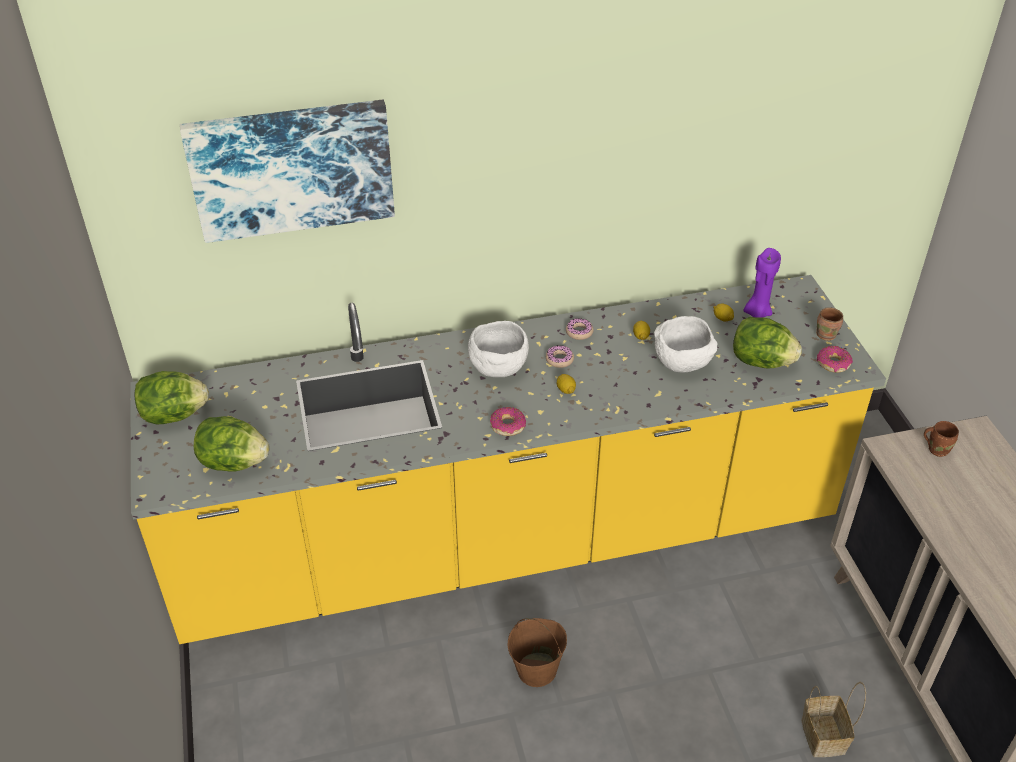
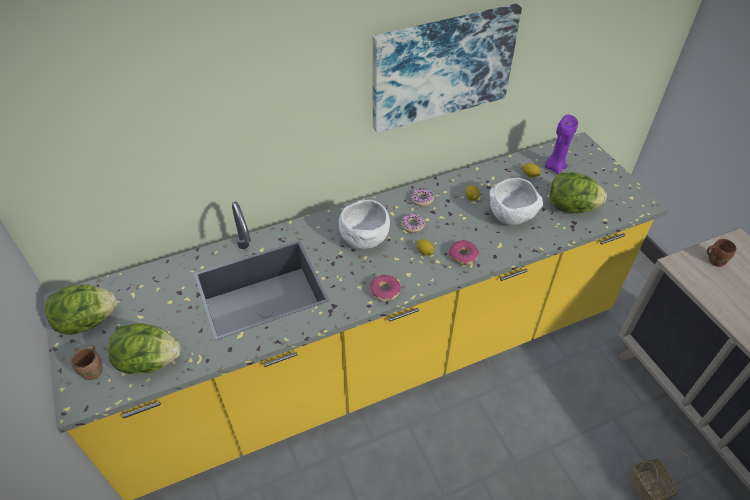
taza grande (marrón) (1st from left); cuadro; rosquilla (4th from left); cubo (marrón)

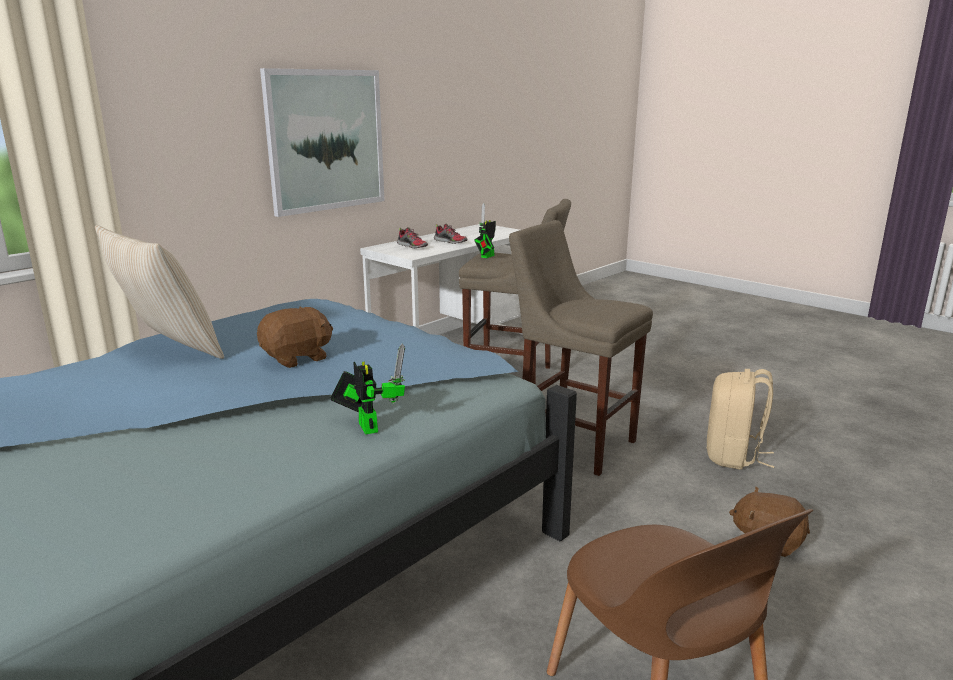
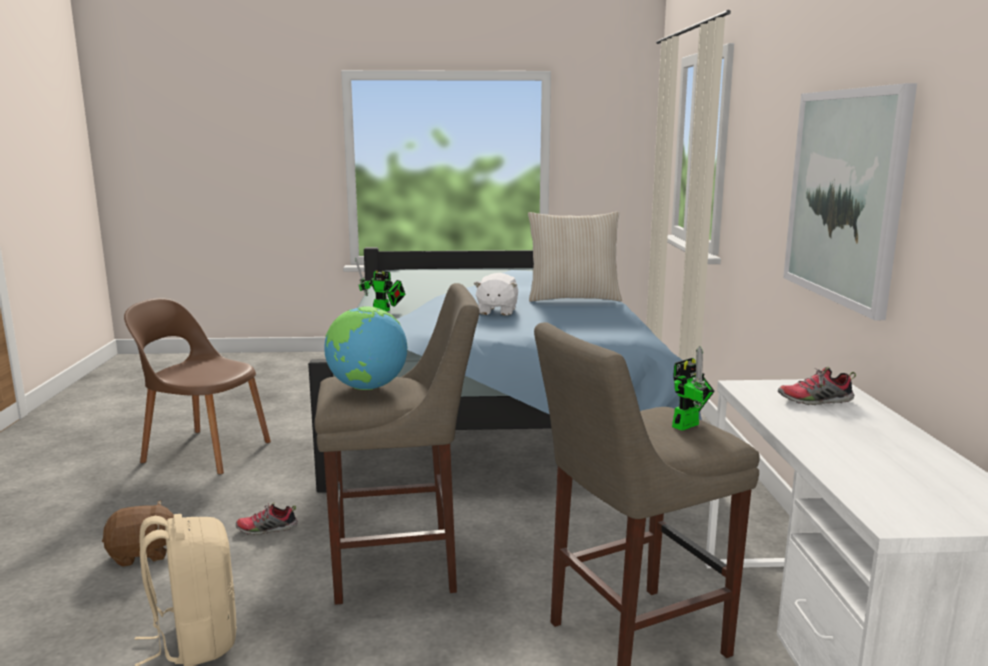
zapato (1st from left); globo terráqueo; peluche (blanco); robot de juguete (2nd from left)

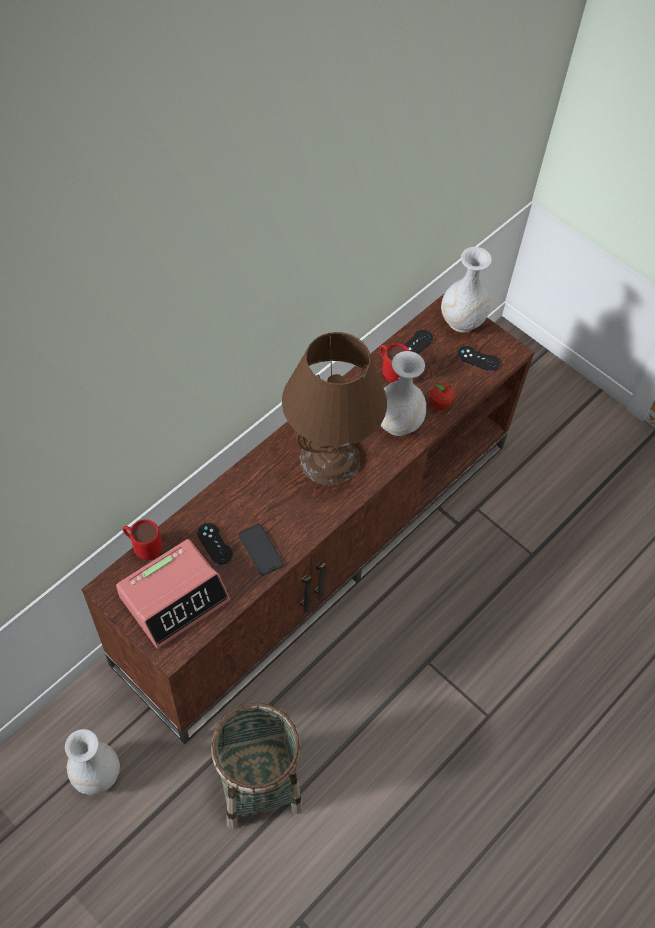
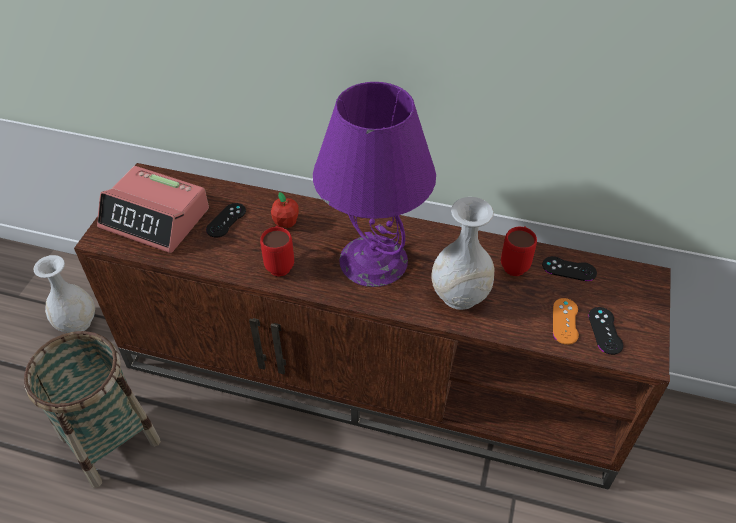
taza grande (rojo) (1st from left); manzana; lámpara de mesa (morado); mando de consola (naranja); móvil; florero (blanco) (3rd from left in the first image)

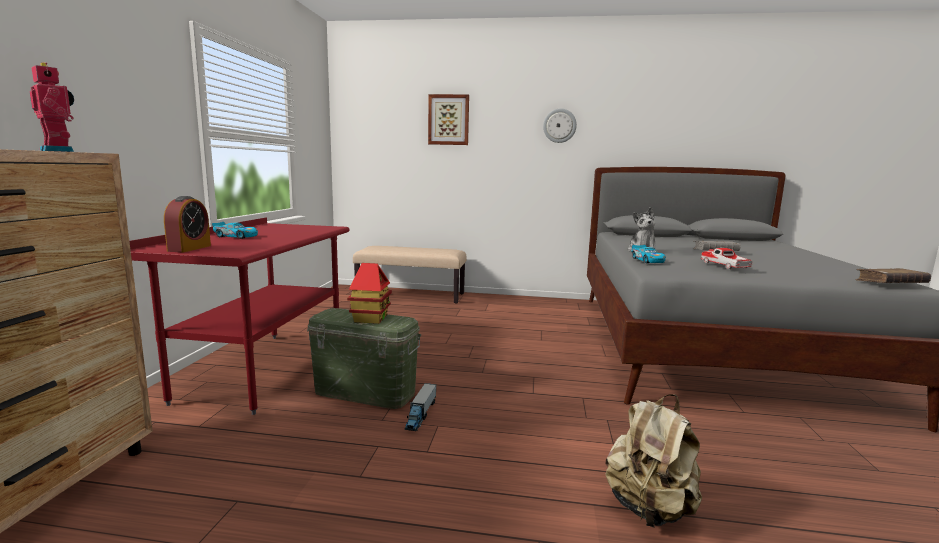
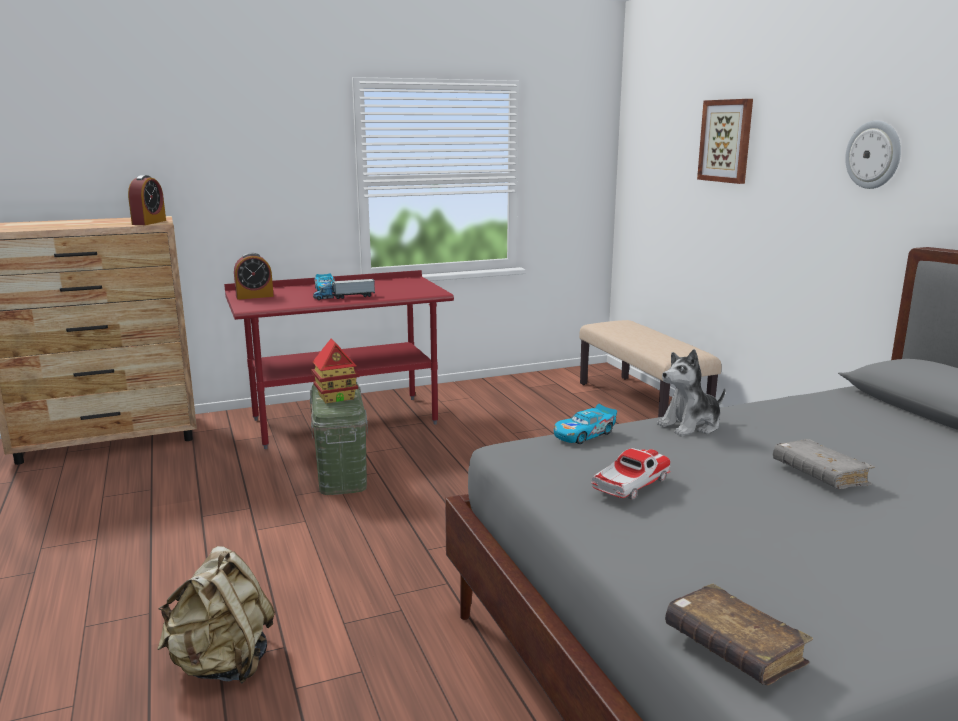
despertador (1st from left); camión de juguete

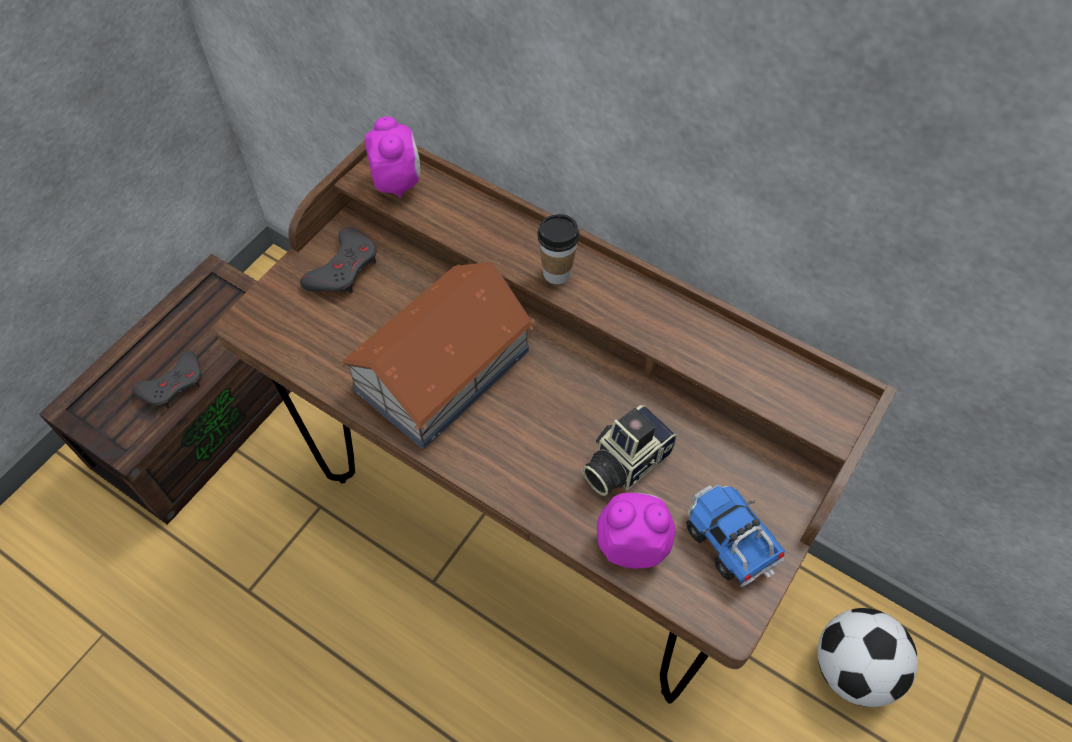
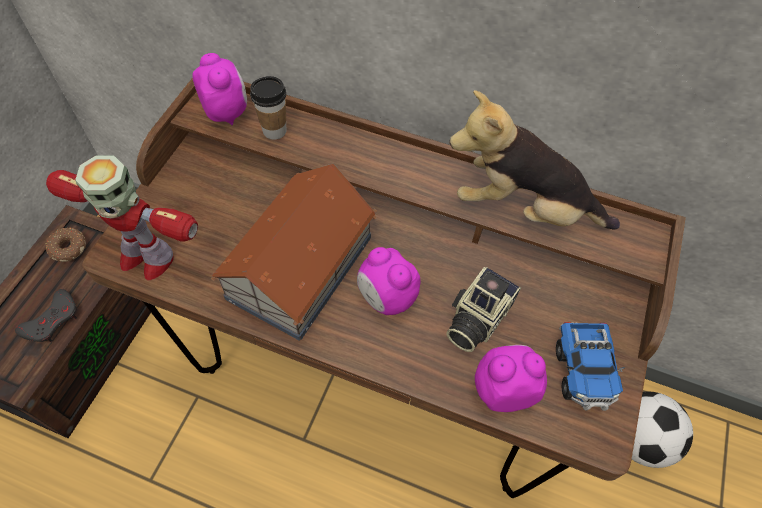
robot de juguete; rosquilla; taza; despertador (2nd from left); peluche; camión de juguete; mando de consola (gris) (2nd from left in the first image)

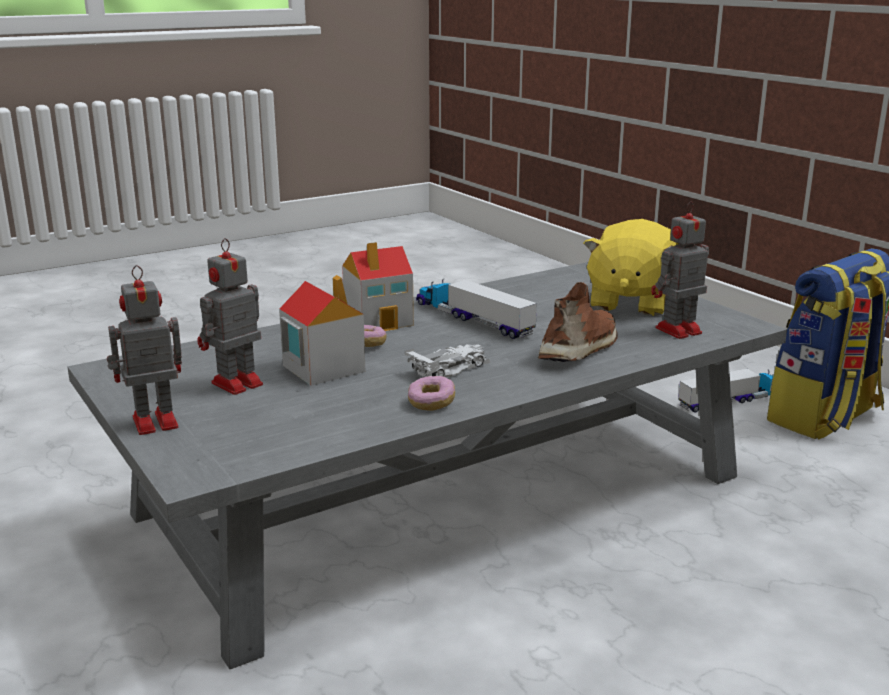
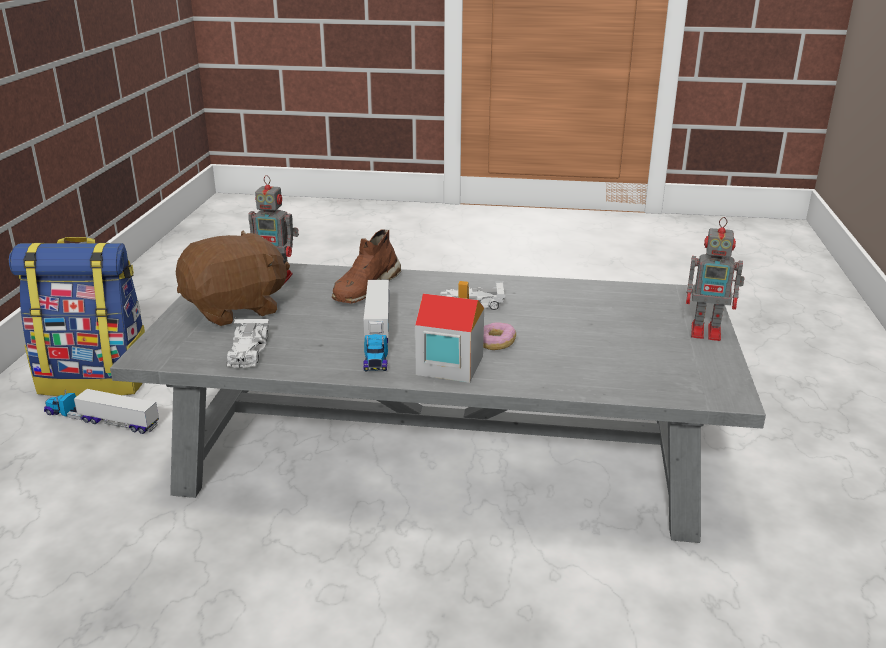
peluche (marrón); coche de juguete (blanco) (1st from left); zapato (marrón); robot de juguete (2nd from left in the first image); casita (1st from left in the first image); rosquilla (2nd from left in the first image)

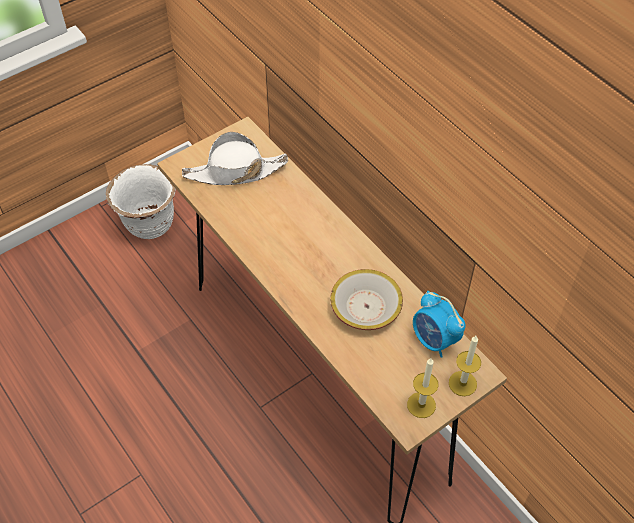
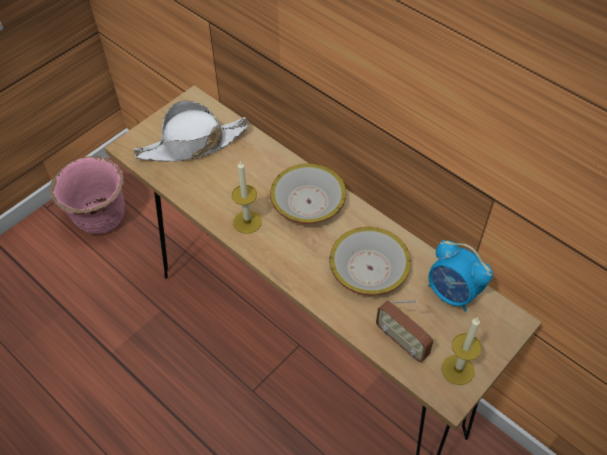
maceta (rosa); vela (1st from left); cuenco (1st from left); radio

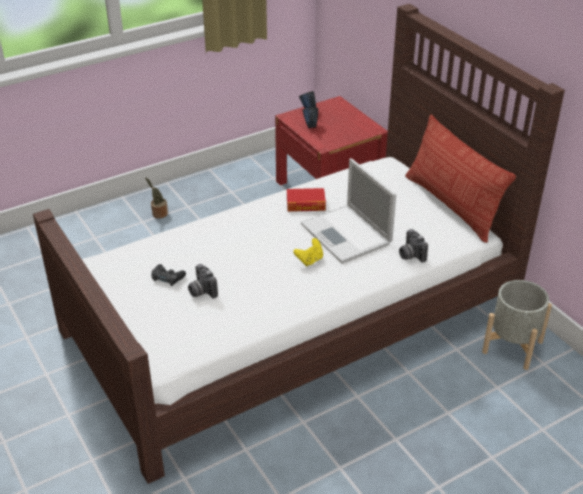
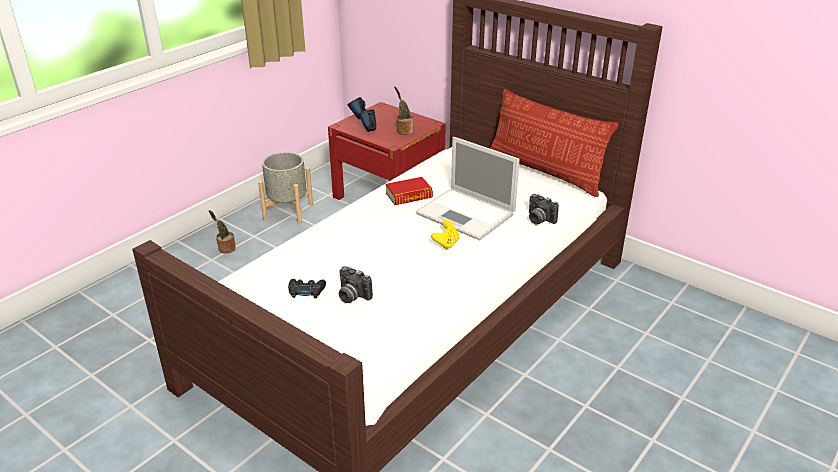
maceta (gris); planta en maceta (2nd from left)

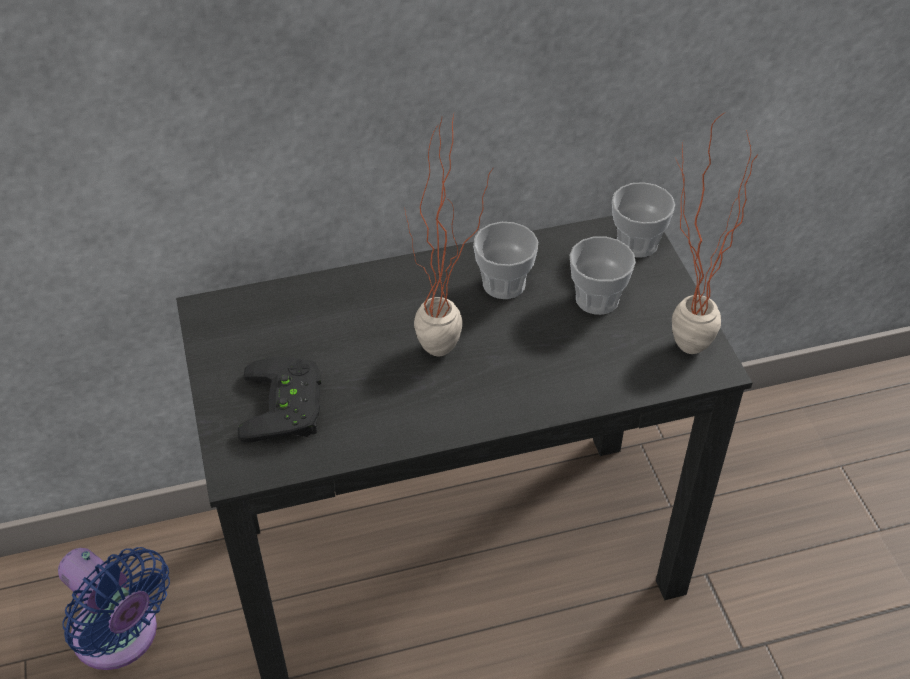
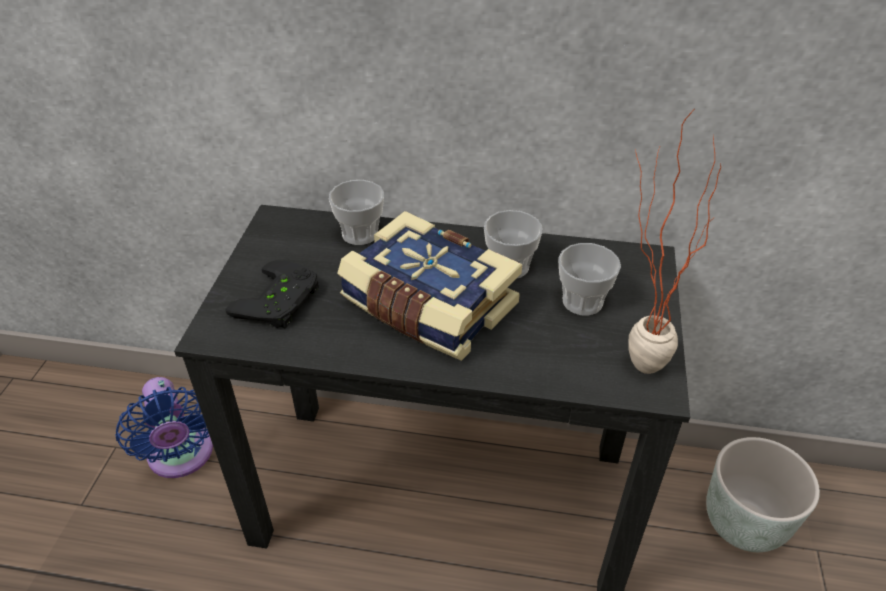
taza (1st from left); libro; maceta (gris)

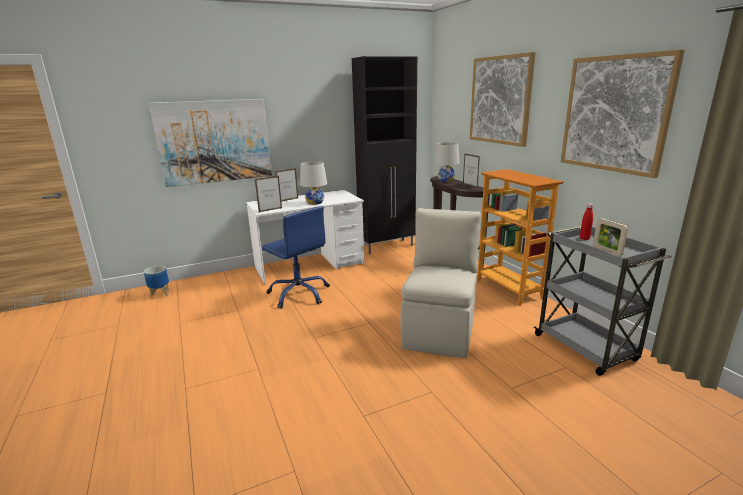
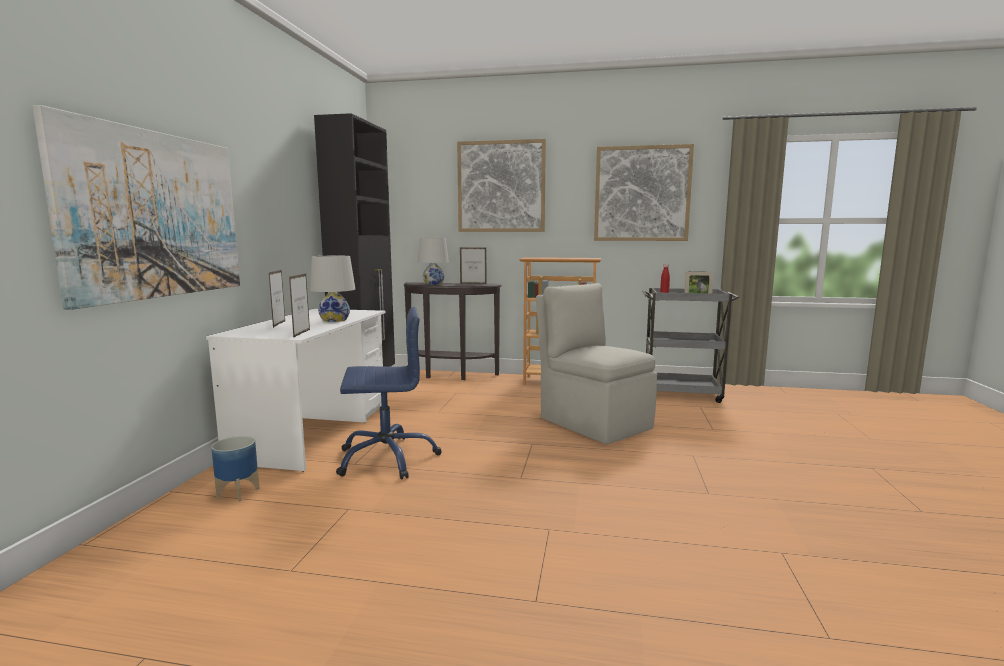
maceta

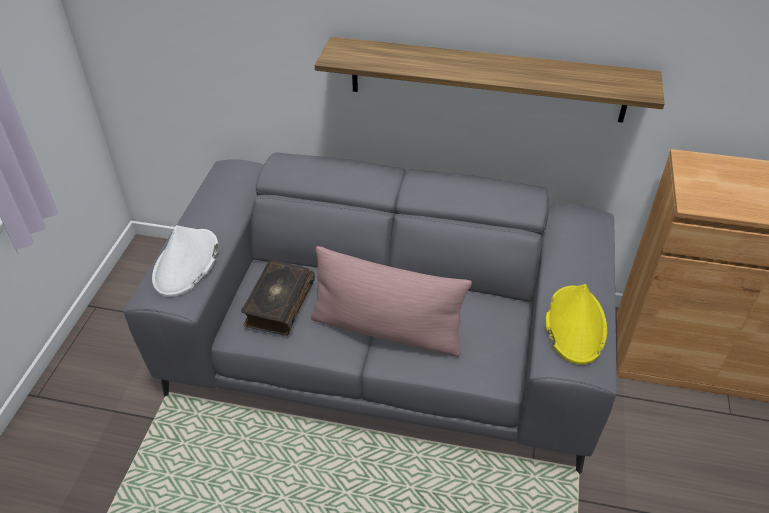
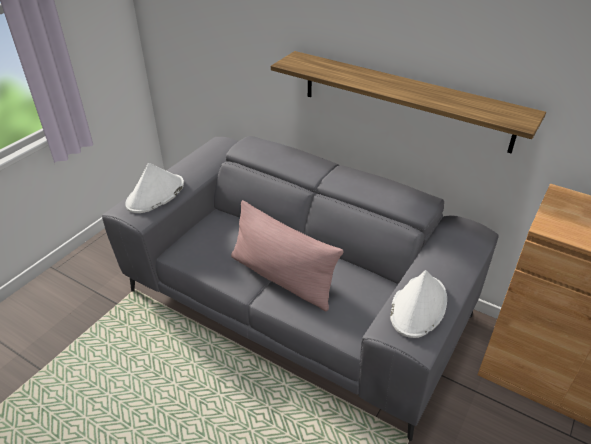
sombrero (blanco) (2nd from left); libro

